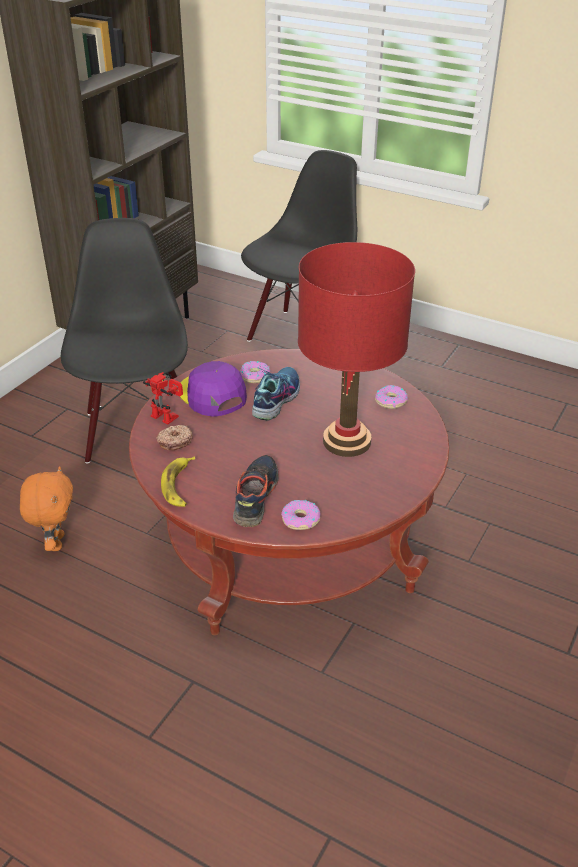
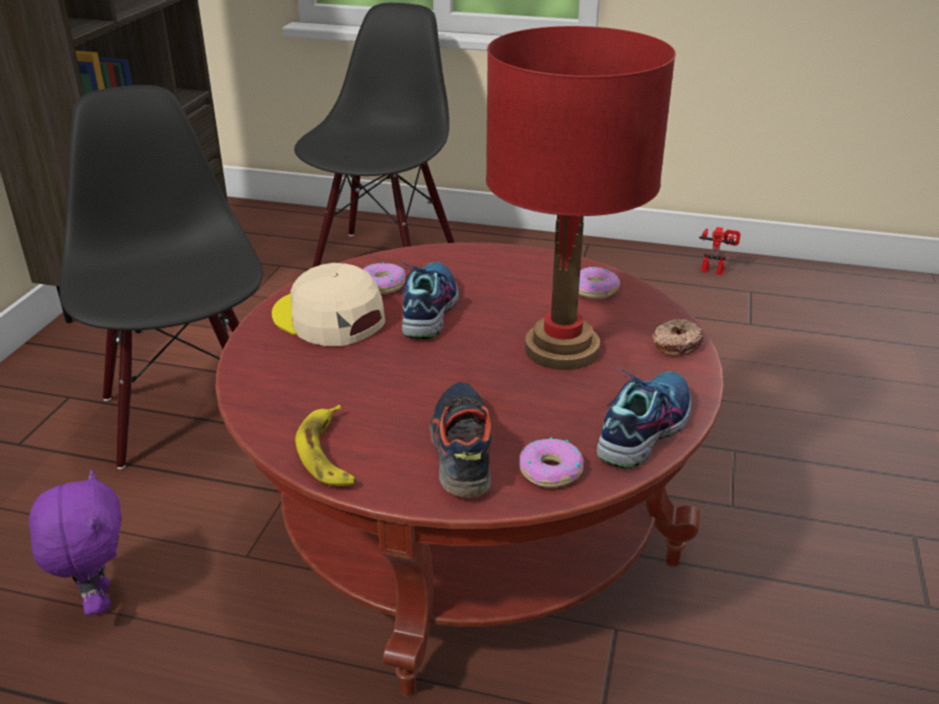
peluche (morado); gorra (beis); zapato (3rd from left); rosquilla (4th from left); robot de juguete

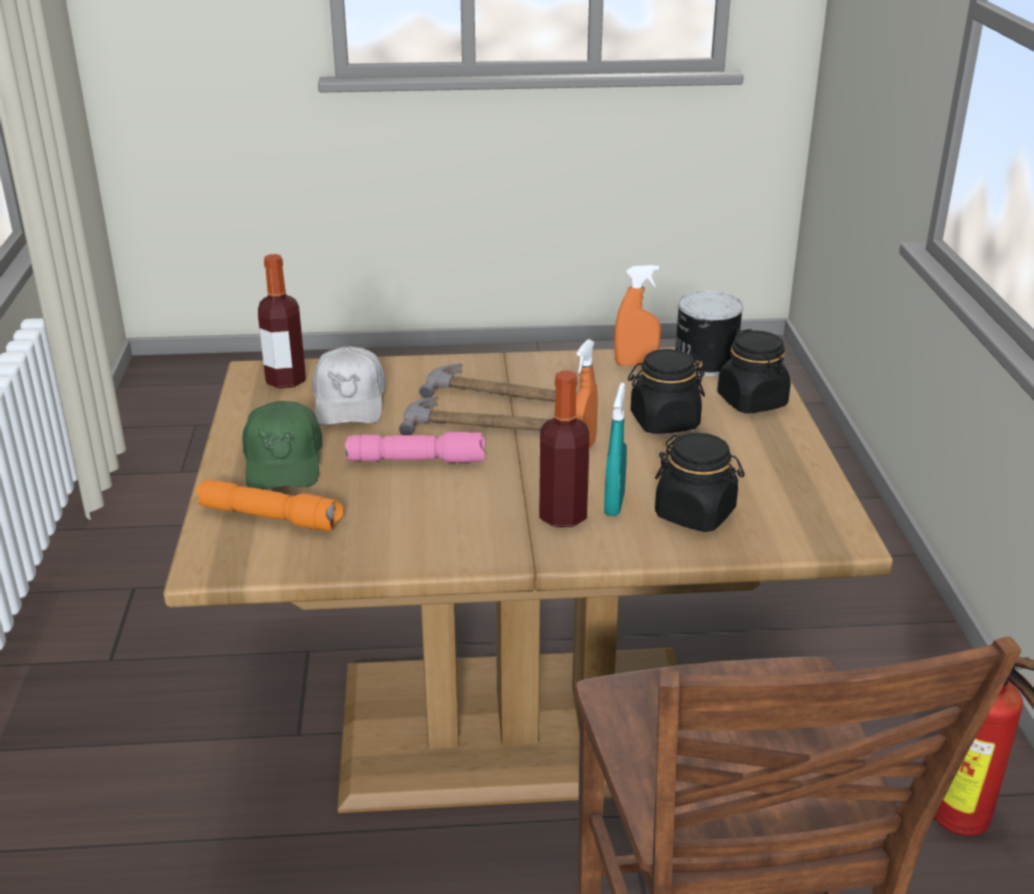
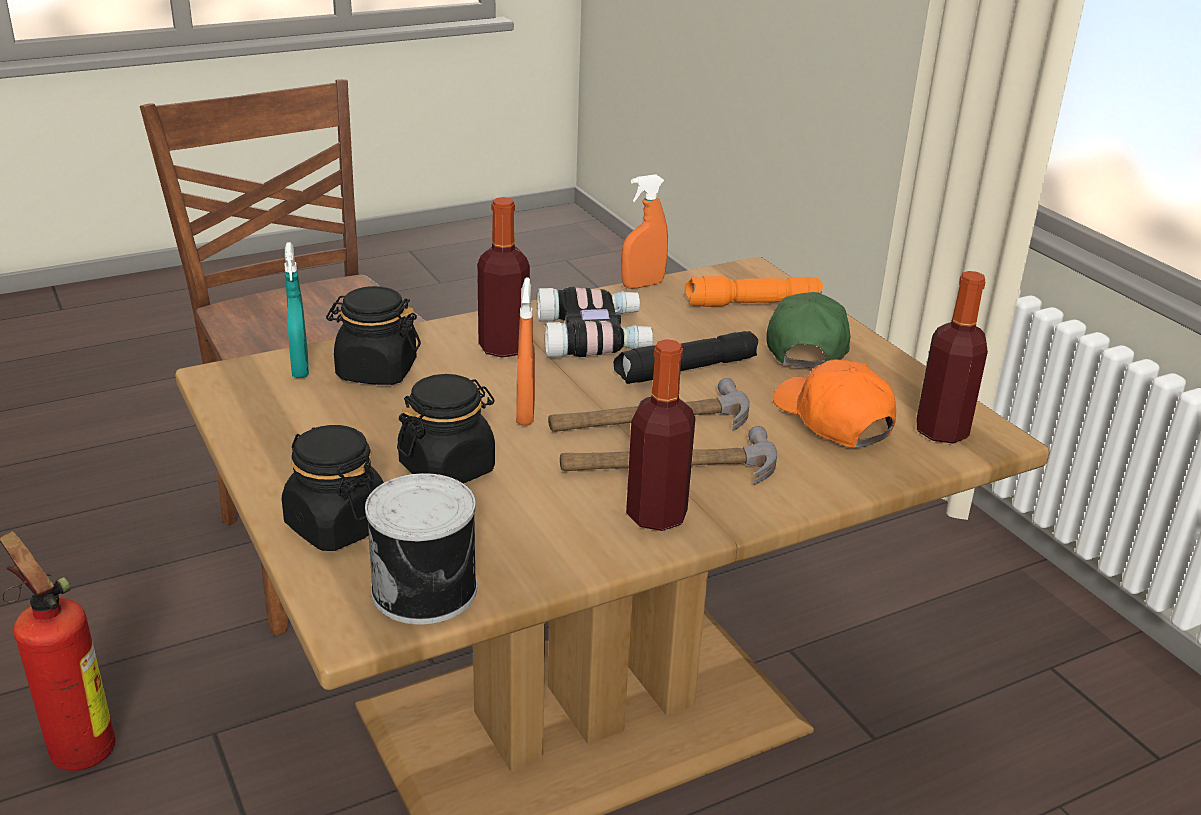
pulverizador (turquesa); prismáticos; linterna (negro); pulverizador (naranja) (2nd from left); botella (2nd from left); gorra (verde); gorra (naranja)

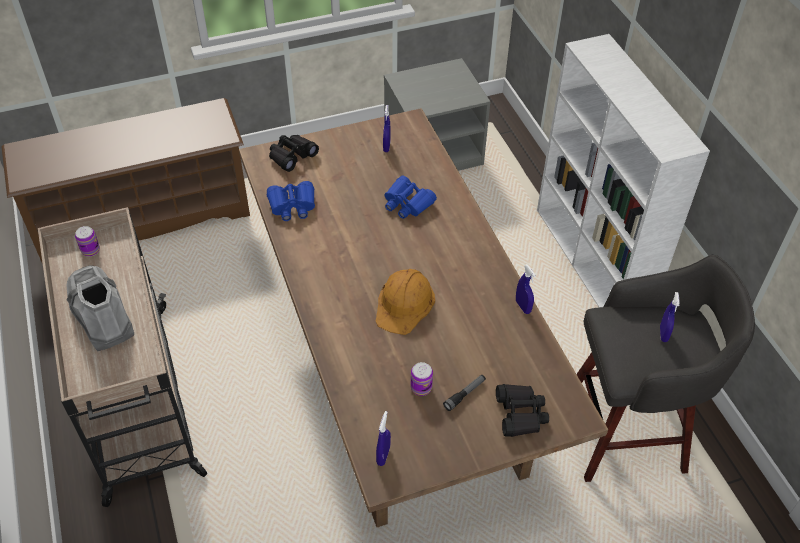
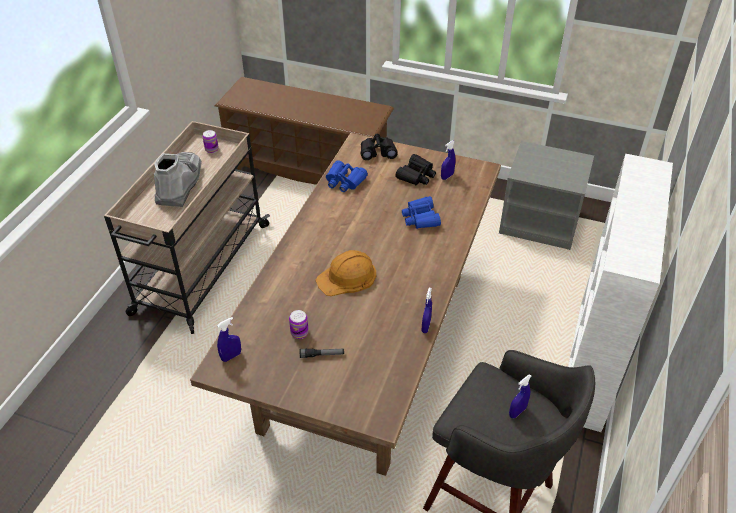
prismáticos (negro) (2nd from left)

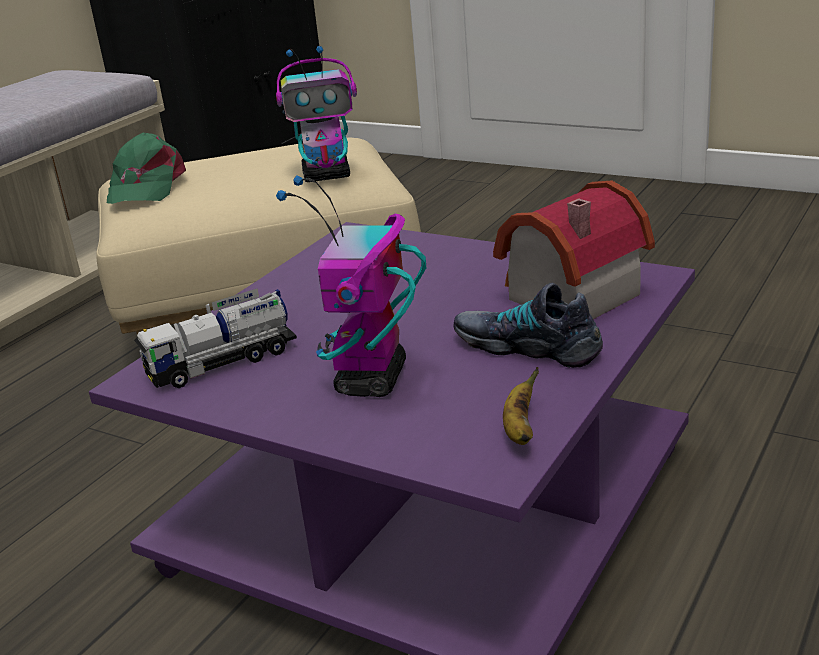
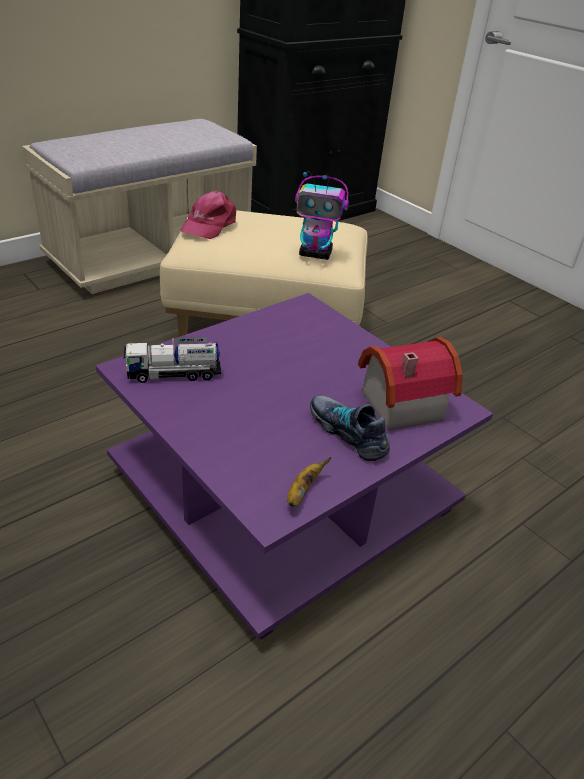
gorra (rosa); robot de juguete (2nd from left in the first image)

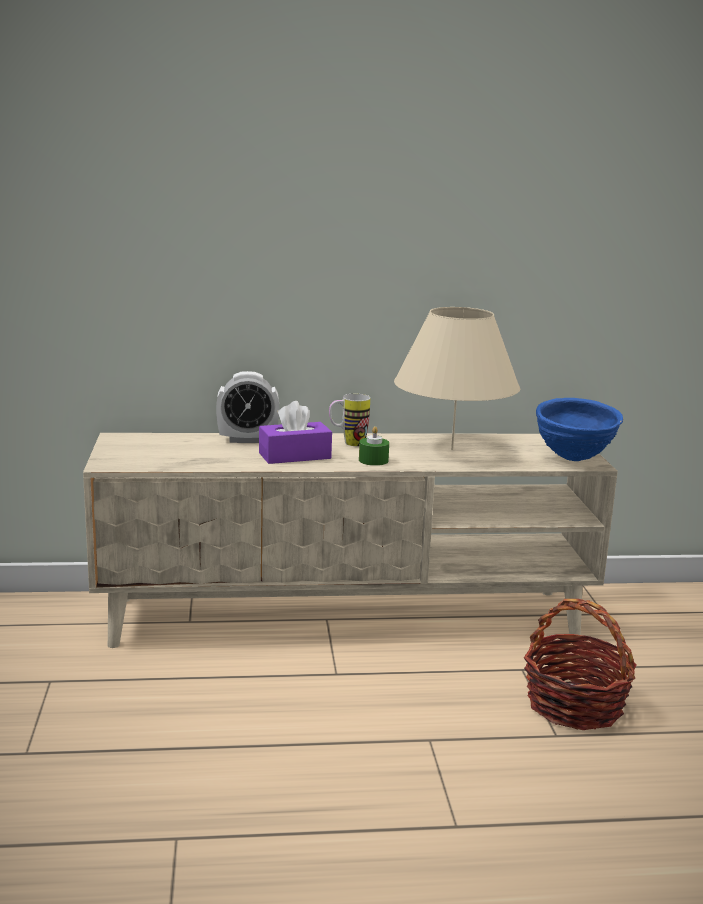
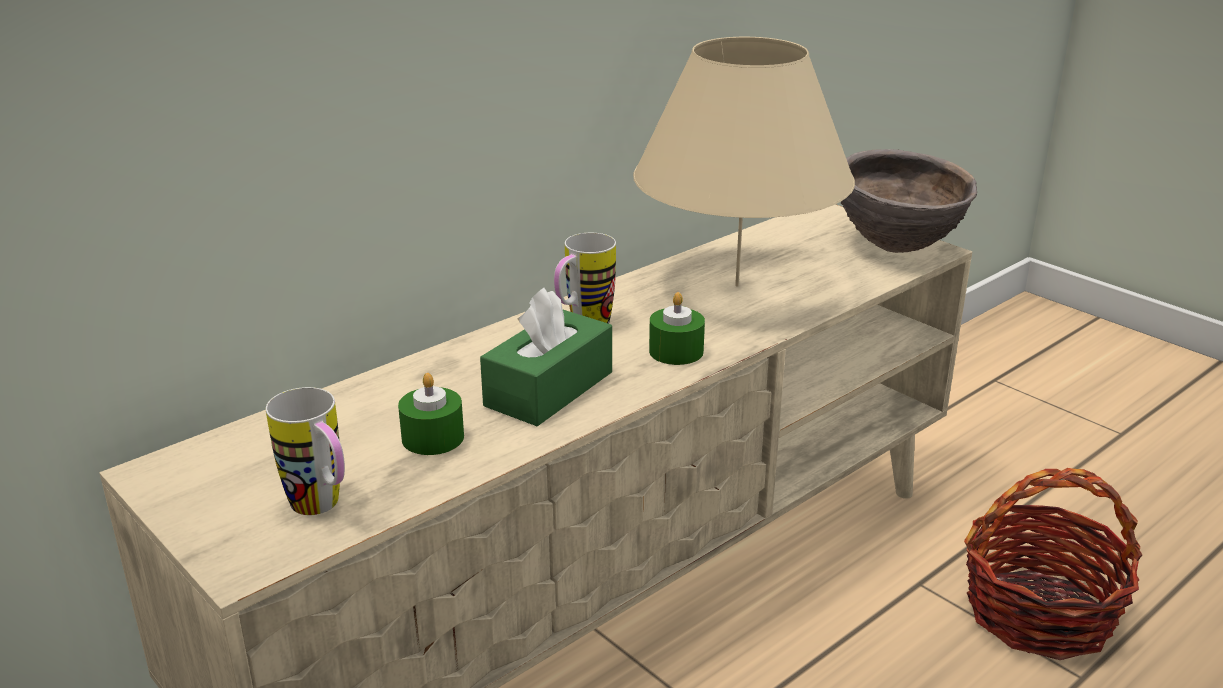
taza grande (1st from left); vela (verde) (1st from left); caja de pañuelos (verde); cuenco (marrón); despertador

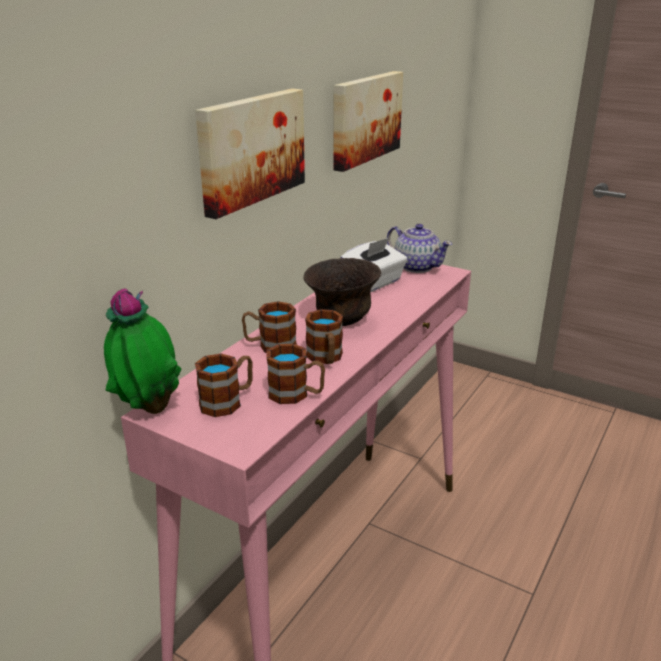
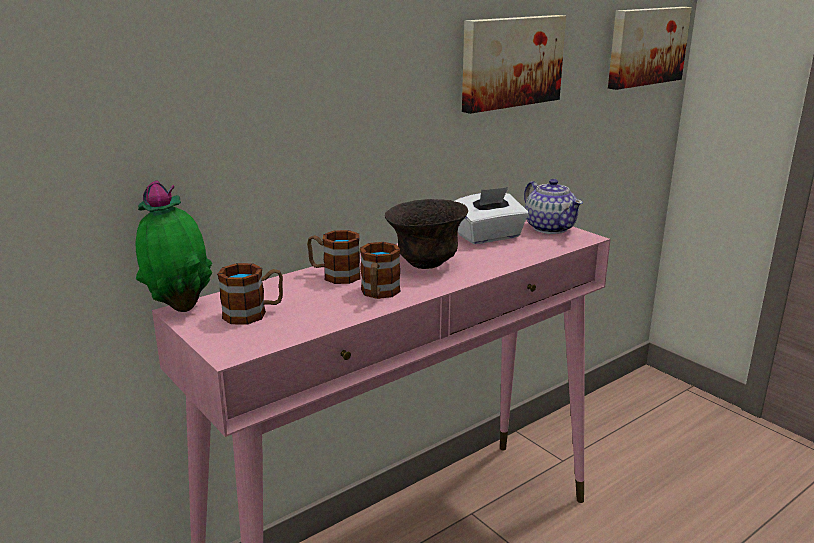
cuadro (2nd from left); taza grande (3rd from left in the first image)

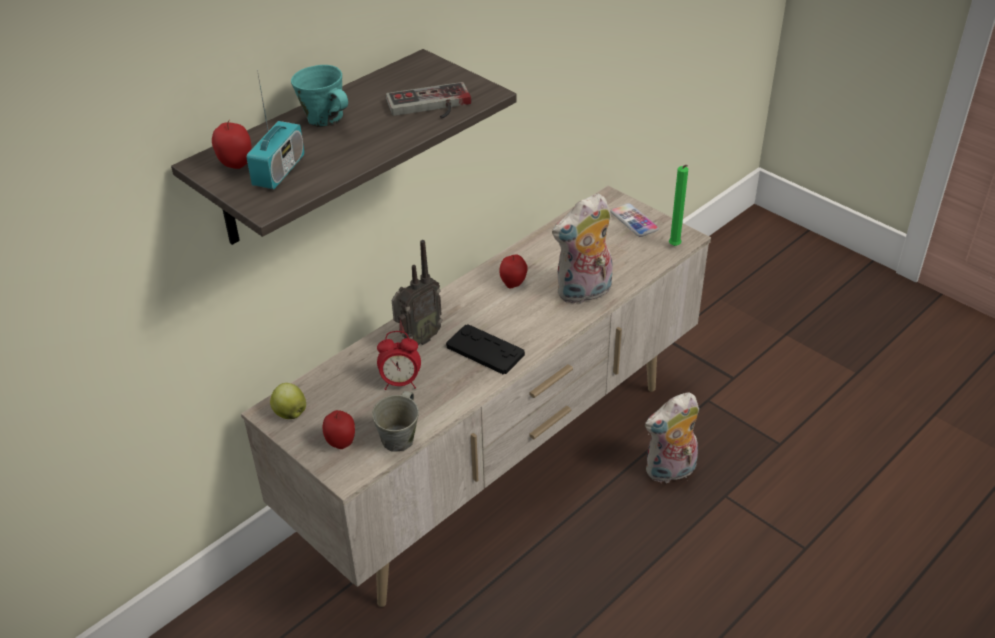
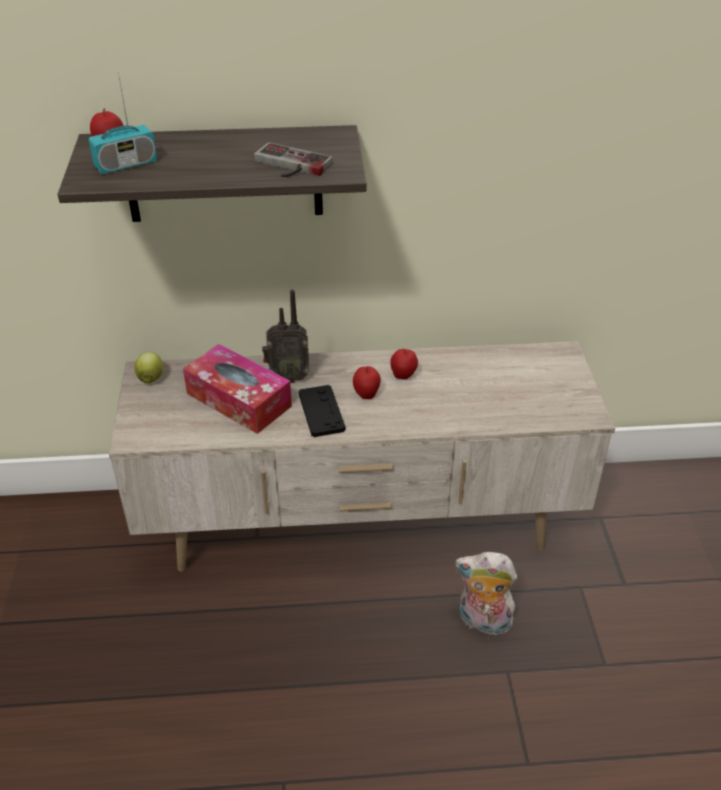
caja de pañuelos; manzana (3rd from left); taza grande (turquesa); taza grande (gris); peluche (1st from left in the first image); móvil; vela (verde)

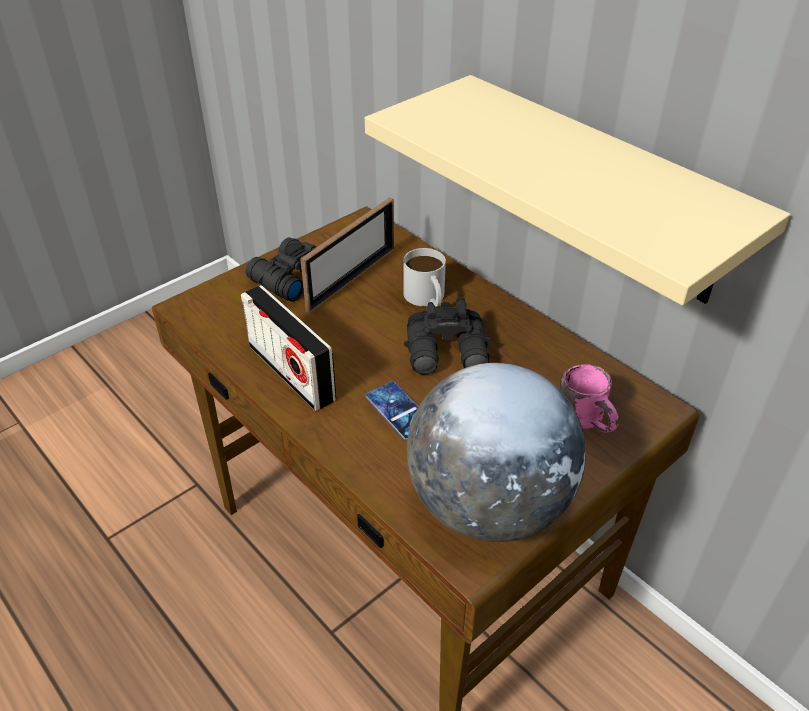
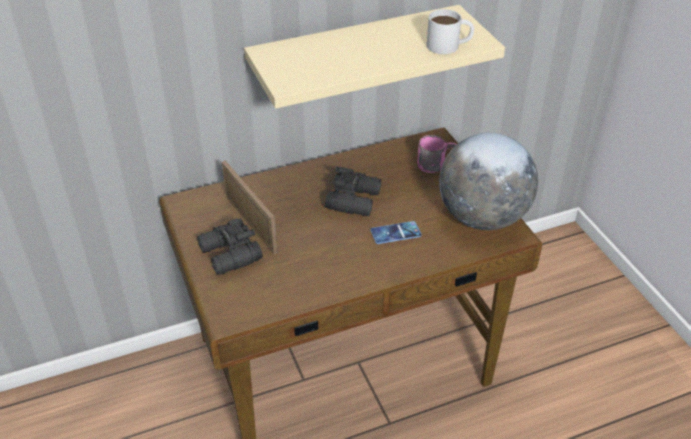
taza grande (blanco); radio

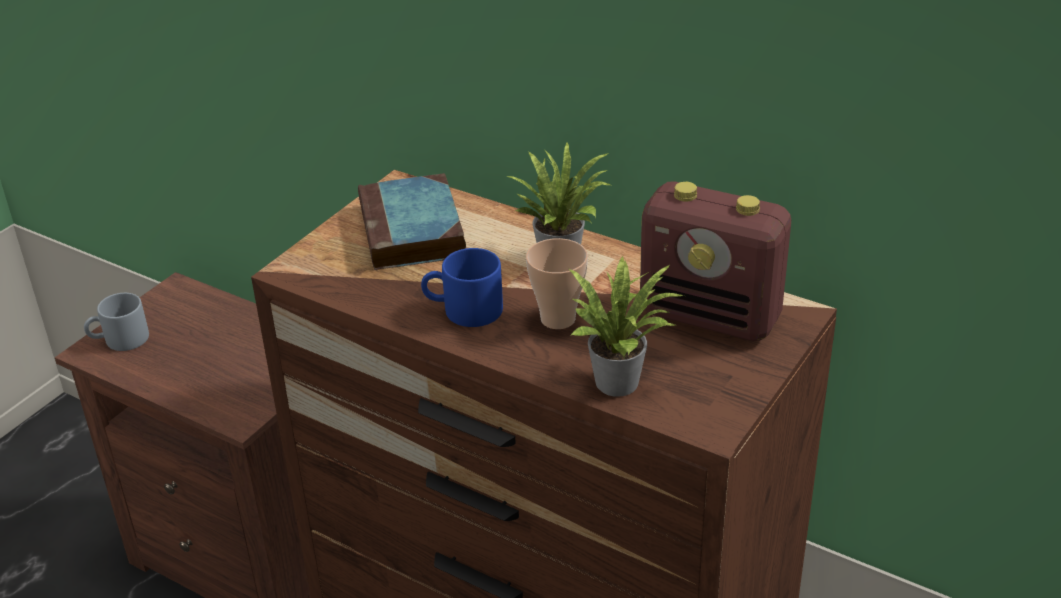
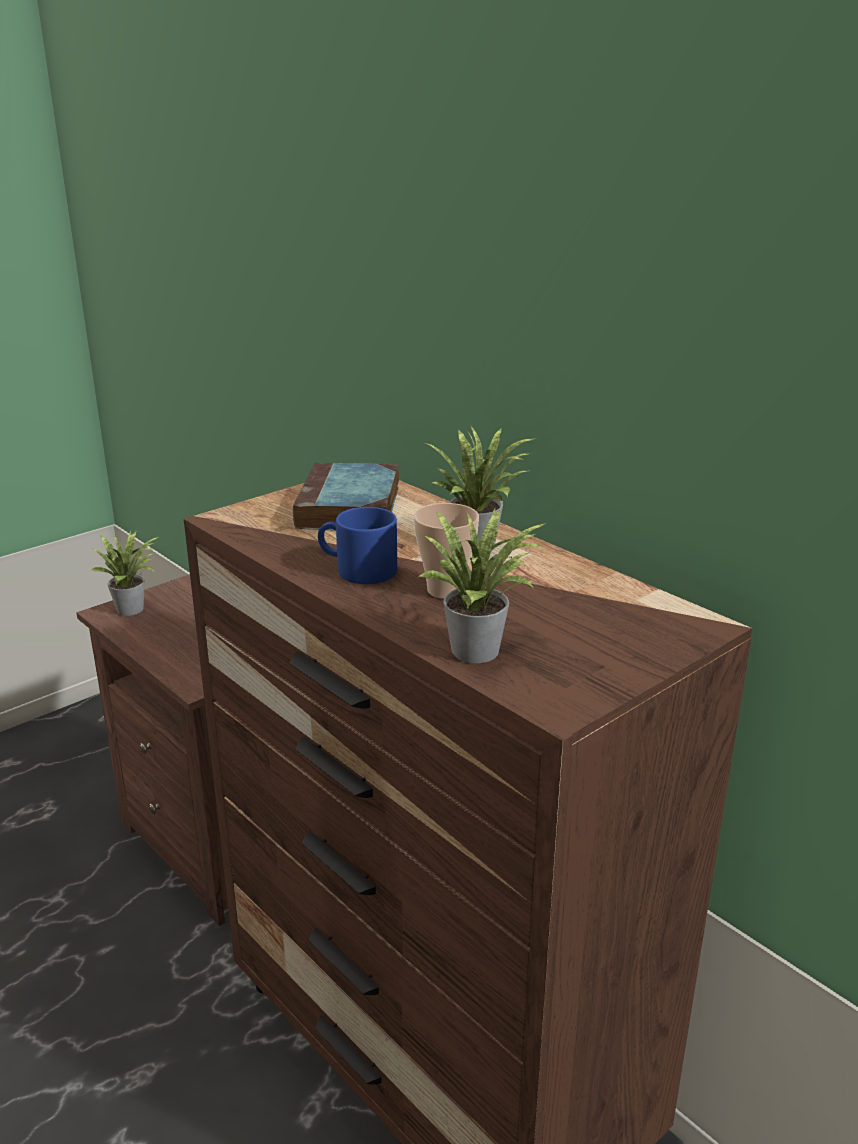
planta en maceta (1st from left); radio

